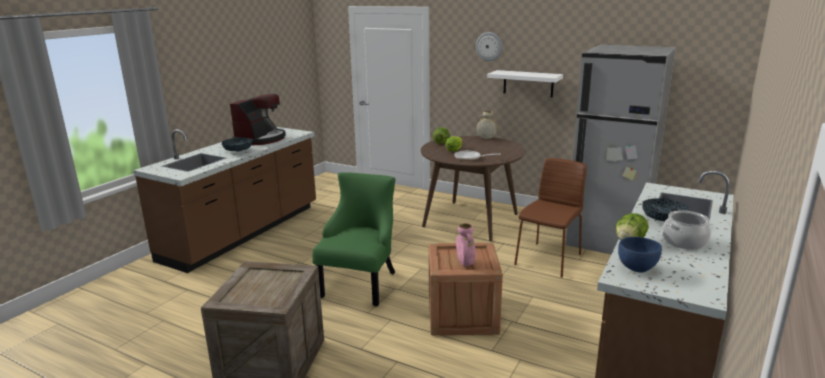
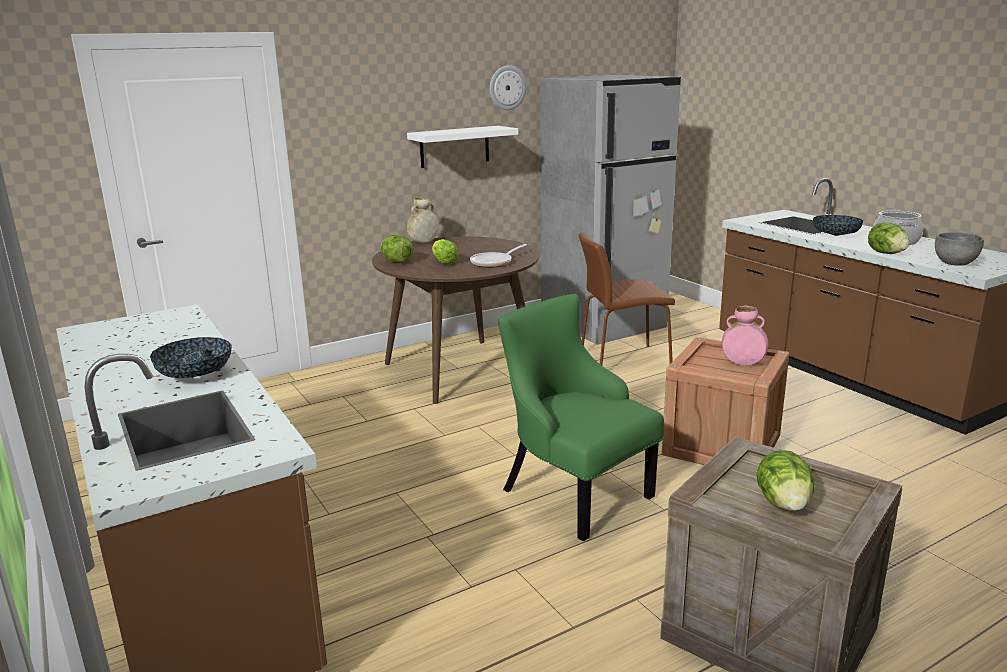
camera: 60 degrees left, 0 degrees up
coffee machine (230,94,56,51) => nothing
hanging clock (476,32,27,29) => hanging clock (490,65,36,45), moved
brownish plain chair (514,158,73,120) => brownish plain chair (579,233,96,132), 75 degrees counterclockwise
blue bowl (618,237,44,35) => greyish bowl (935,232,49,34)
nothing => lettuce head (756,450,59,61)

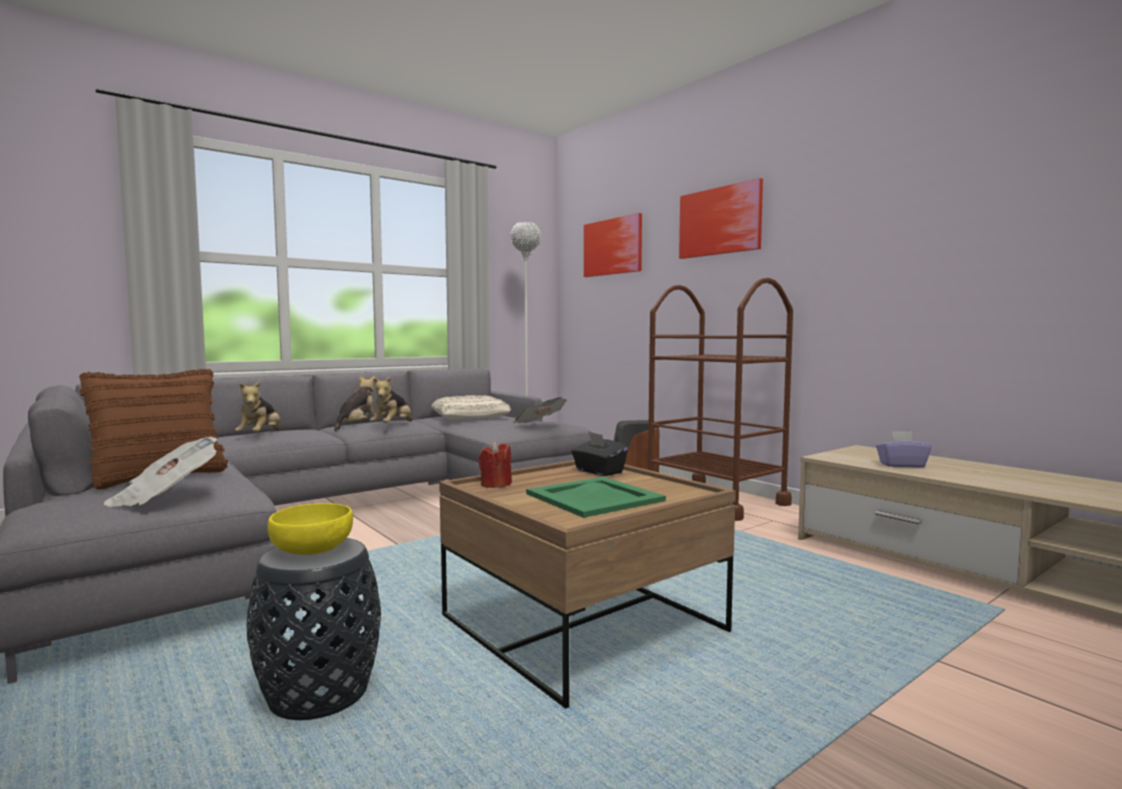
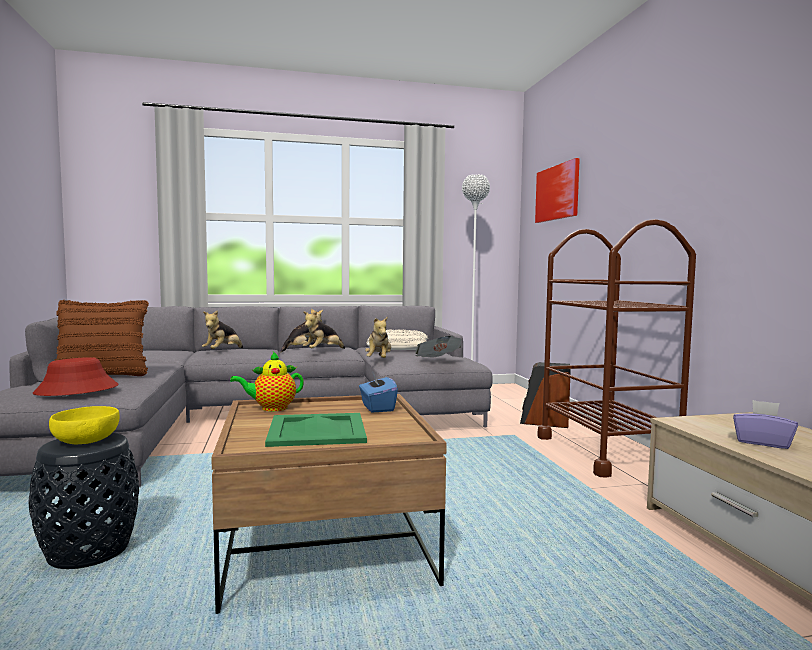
camera: 25 degrees right, 0 degrees up
daily paper (104,437,114,70) => reddish wearable hat (33,357,85,39)
reddish candle (478,441,34,47) => teapot (230,352,74,59)
black tissue holder (571,432,57,44) => blue tissue holder (359,371,39,42)
wall art (679,178,84,81) => nothing
nothing => cuddly toy (365,316,26,42)

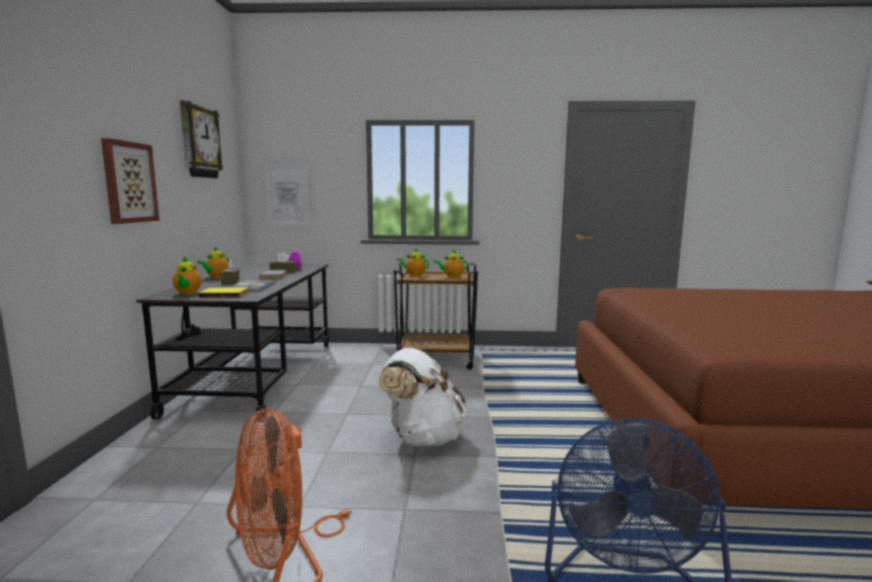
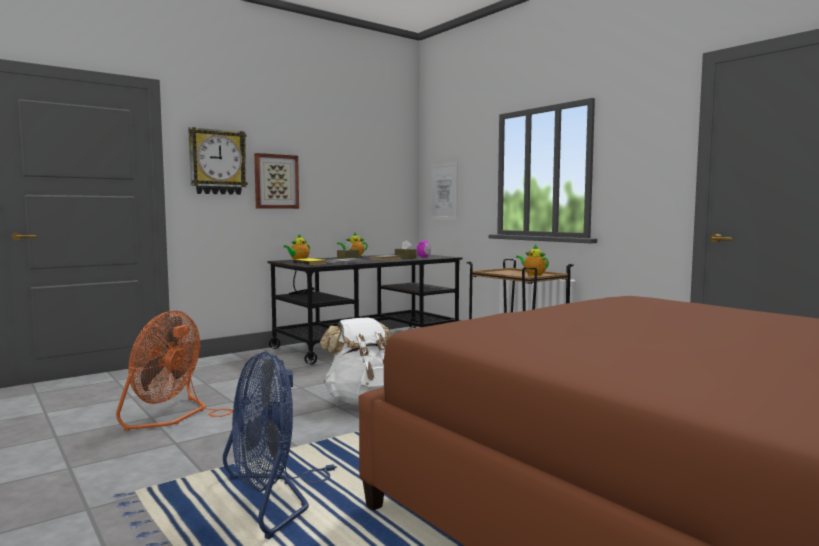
camera: 50 degrees right, 5 degrees down
hanging clock (180,100,43,78) => hanging clock (188,127,60,68), moved
teapot (397,248,32,28) => nothing

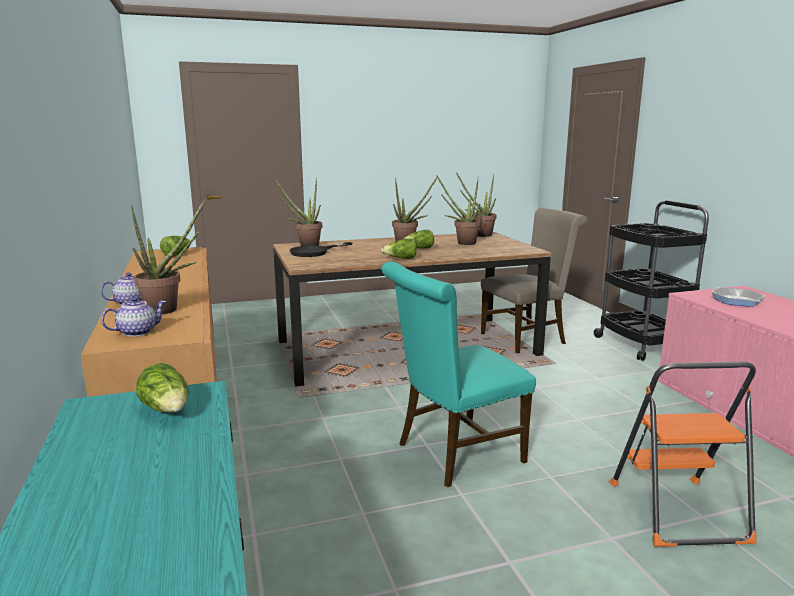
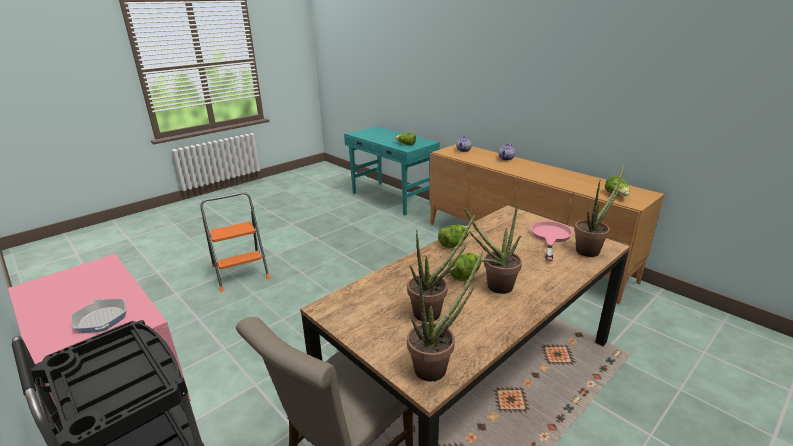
camera: 155 degrees right, 10 degrees up
potted plant (131,199,75,116) => nothing
black skillet (290,242,62,15) => pinkish skillet (531,221,42,41)
turquoise plain chair (381,262,155,226) => nothing

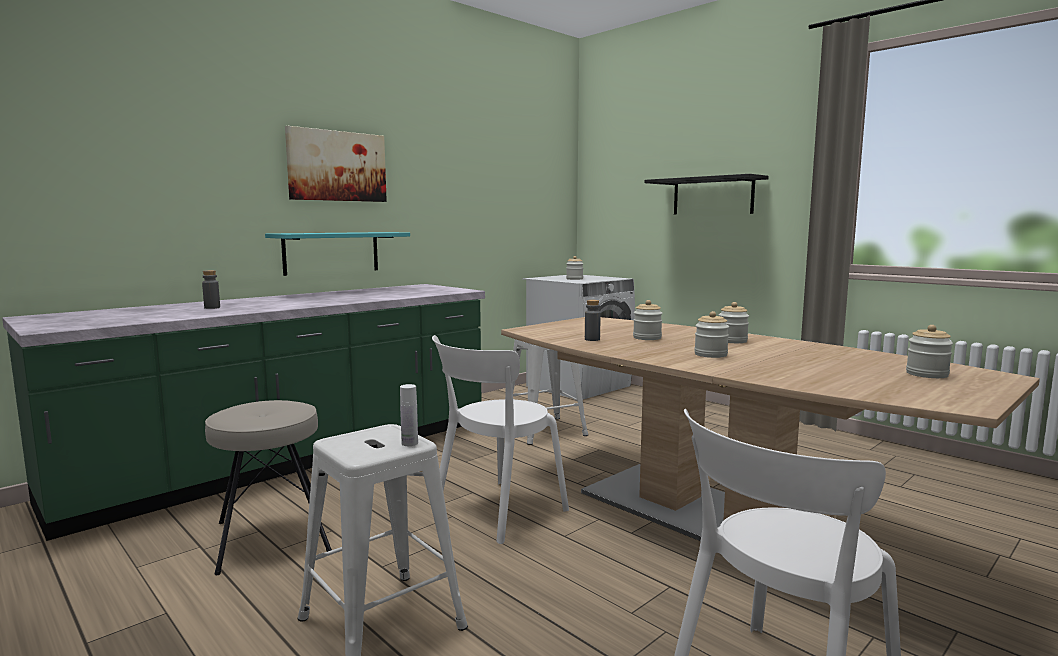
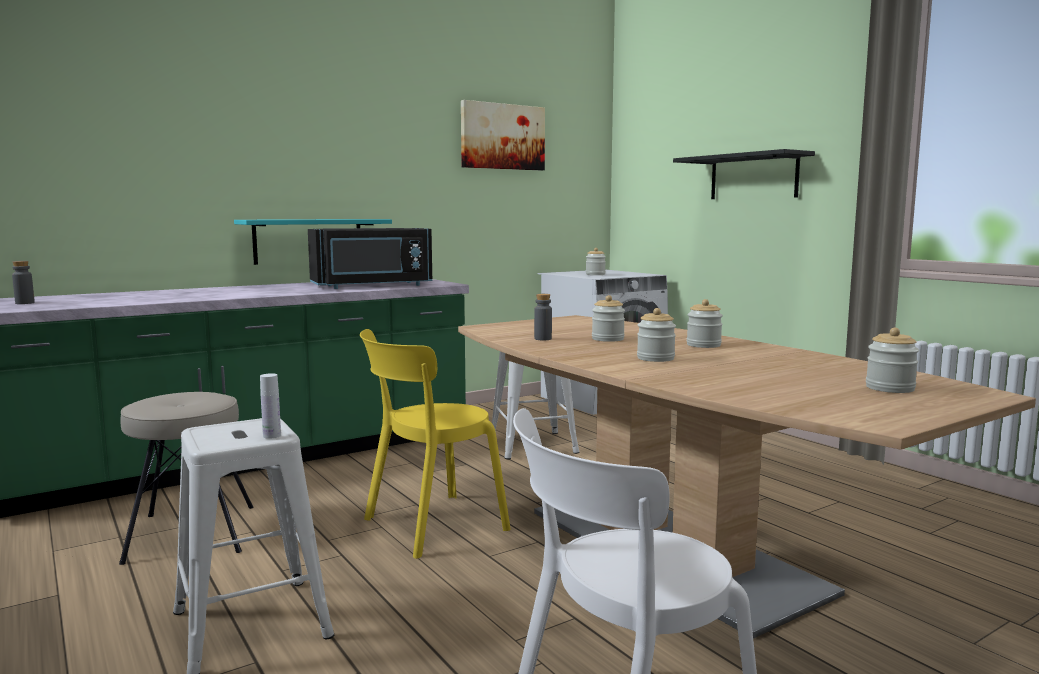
camera: 10 degrees right, 0 degrees up
greyish beverage bottle (202,270,18,39) => greyish beverage bottle (12,261,23,43), moved
wall art (285,126,102,76) => wall art (461,100,84,71), moved
whitish plain chair (432,335,137,209) => yellow plain chair (360,329,151,230)
nothing => black microwave oven (308,228,125,61)

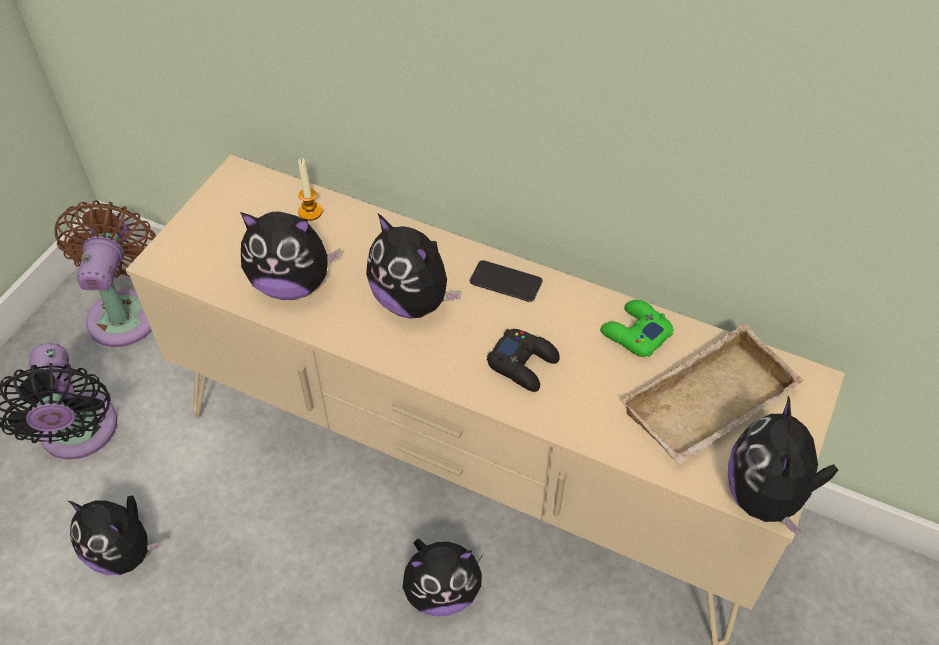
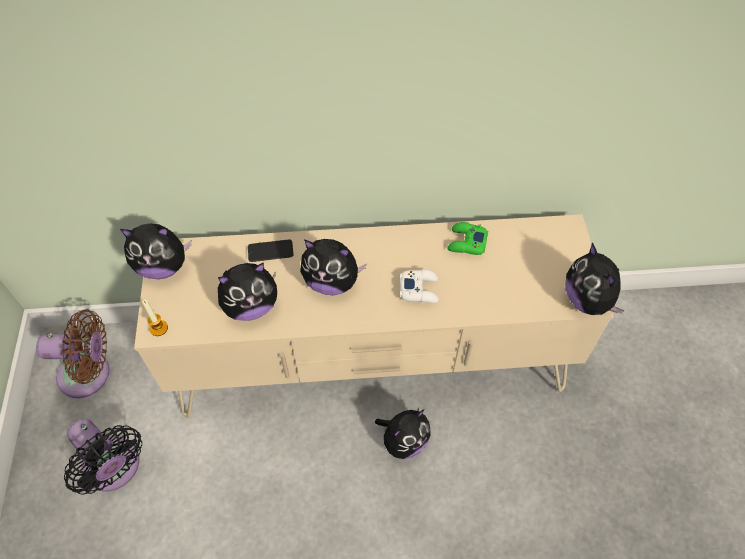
camera: 30 degrees left, 5 degrees up
brownish electric fan (54,200,102,147) => brownish electric fan (36,310,74,88), 120 degrees clockwise
cuddly toy (68,495,95,80) => cuddly toy (120,223,72,56), moved
candle (298,158,25,63) => candle (142,300,26,36), moved
handset (470,260,73,42) => handset (248,239,46,23), moved
black game controller (487,329,73,63) => whitish game controller (400,269,39,34)
beige-coloured tray (621,324,183,140) => nothing

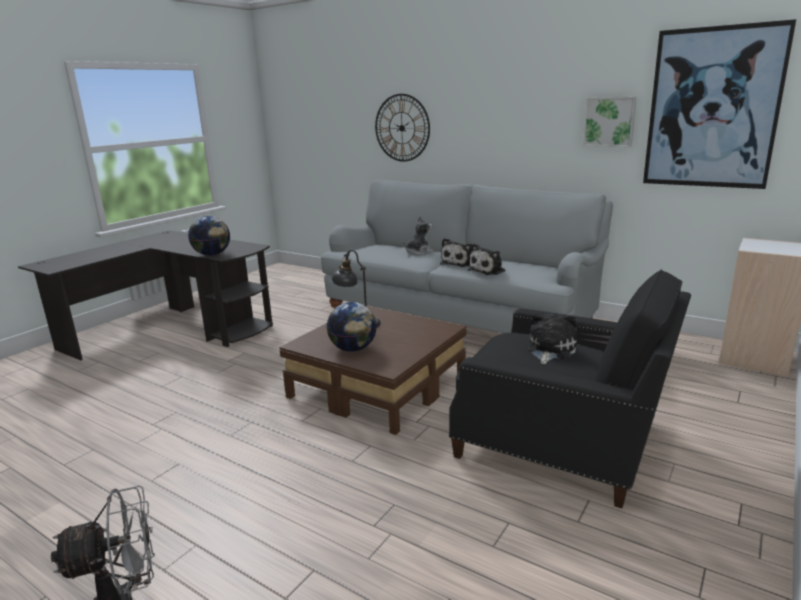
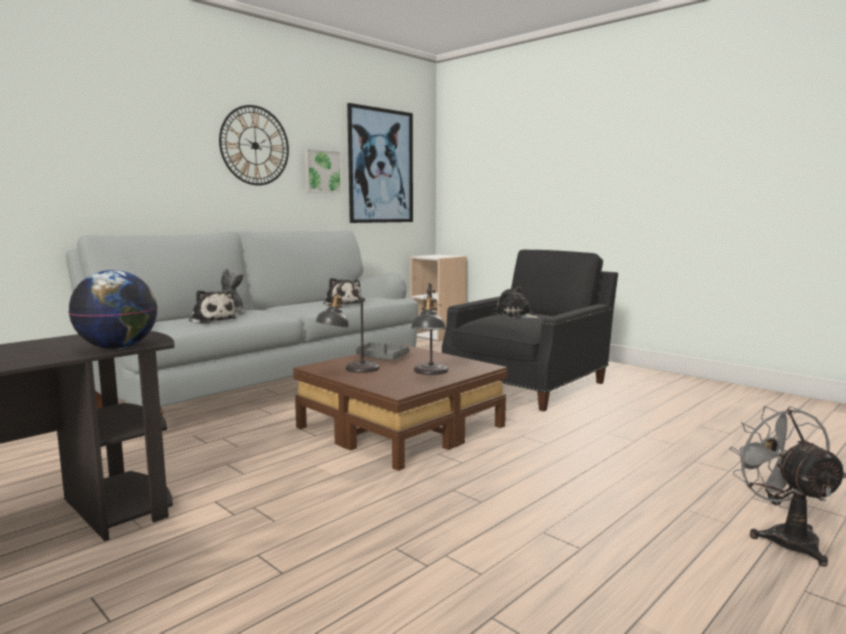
camera: 80 degrees left, 10 degrees down
world globe (327,302,50,50) => greyish lamp for a table (411,282,37,93)
hanging clock (375,94,55,68) => hanging clock (219,105,70,80), moved
cuddly toy (440,238,32,29) => cuddly toy (189,290,48,34), moved
nothing => greyish tray (356,342,54,18)

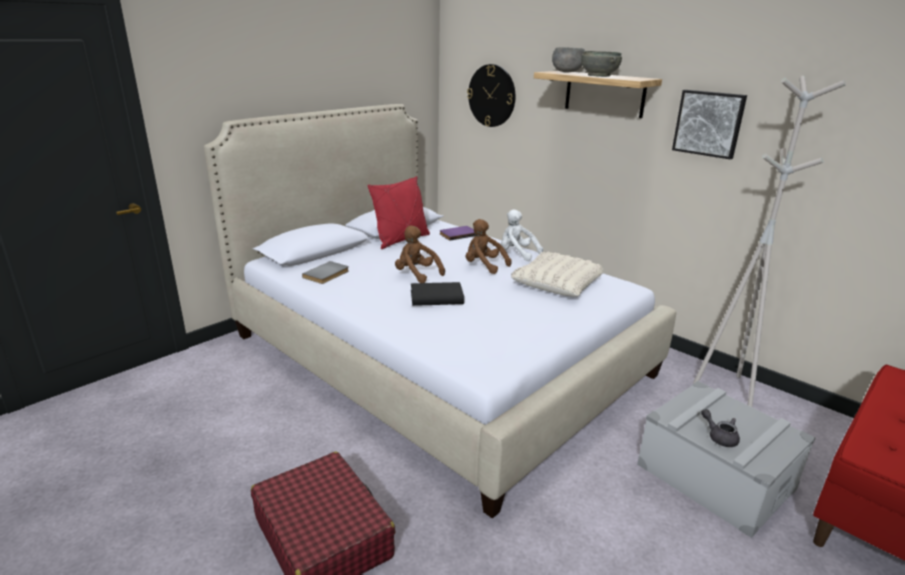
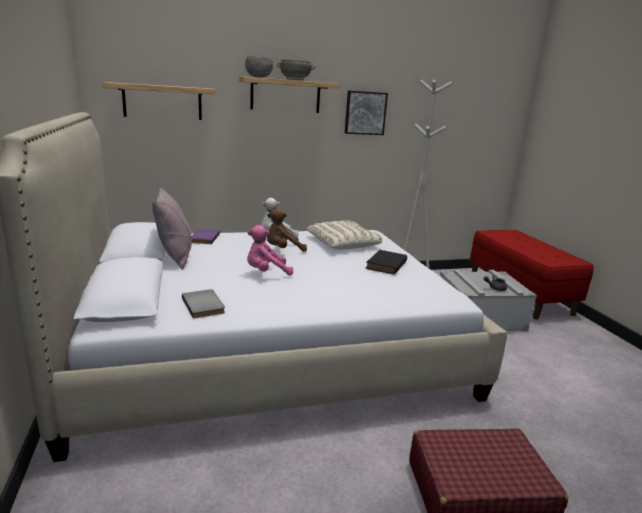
camera: 60 degrees left, 5 degrees down
reddish cushion (368,176,62,73) => purplish cushion (152,187,40,82)
brownish cuddly toy (395,225,50,58) => pinkish cuddly toy (247,225,46,51)
black bound book (411,282,53,24) => black bound book (366,250,41,25), moved
hanging clock (467,64,48,63) => bracket shelf (102,82,113,38)

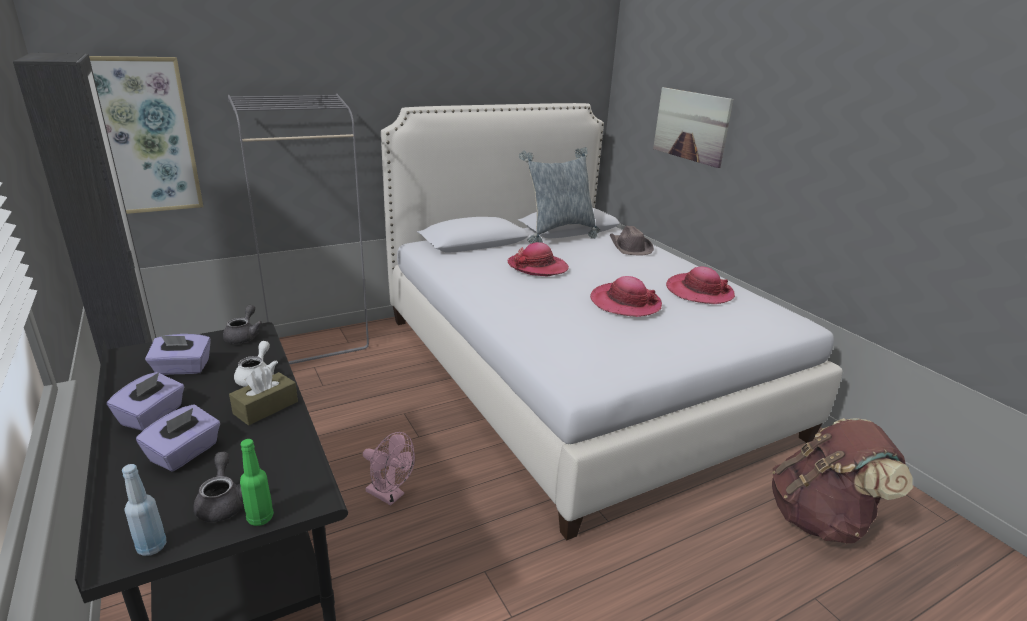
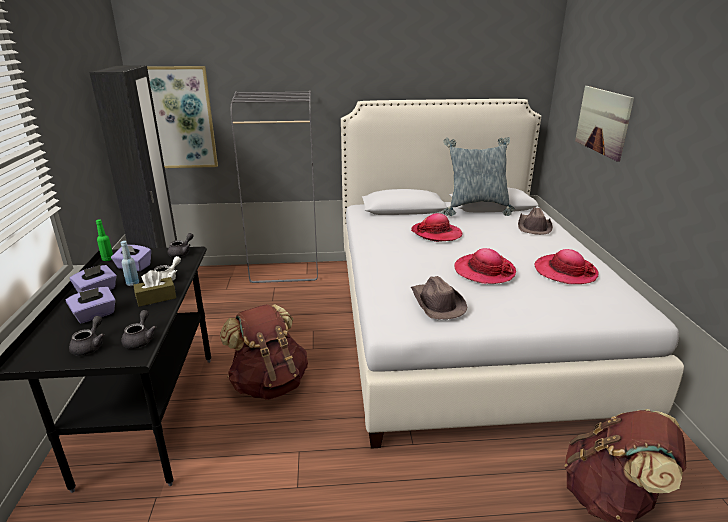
camera: 25 degrees right, 0 degrees up
blue beverage bottle (122,464,44,92) => blue beverage bottle (121,241,18,45), moved
green-coloured beverage bottle (240,439,34,87) => green-coloured beverage bottle (96,219,17,42), moved
pinkish electric fan (363,432,52,73) => brownish rucksack (220,304,88,96)
nothing => greyish teapot (121,310,36,39)
nothing => brownish wearable hat (411,276,57,43)

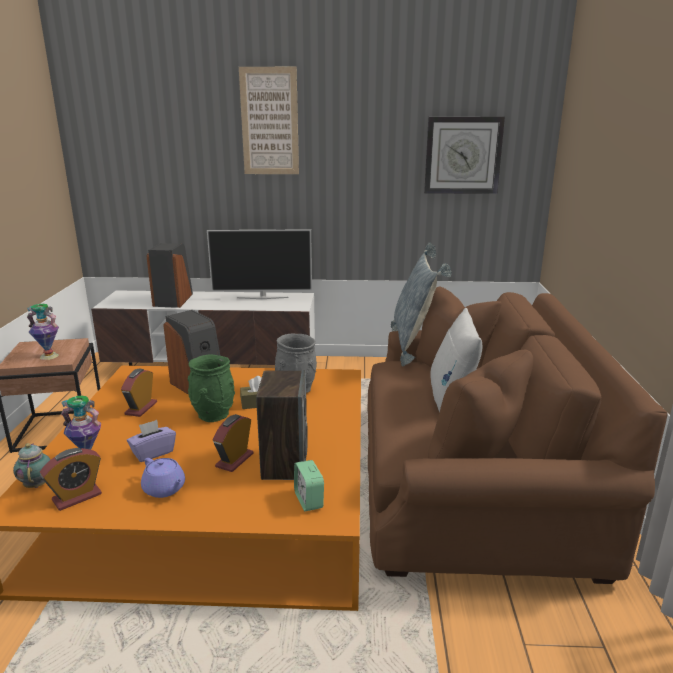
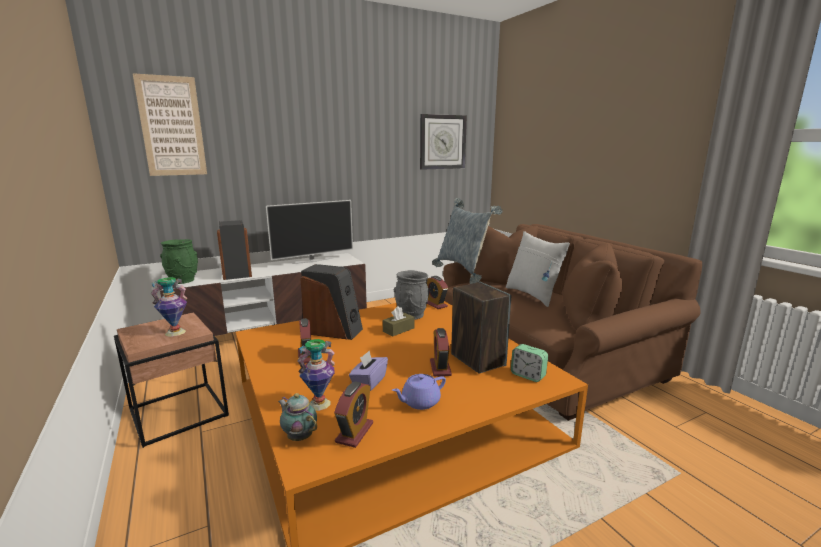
camera: 30 degrees left, 5 degrees down
purplish teapot (141,458,44,40) => purplish teapot (392,374,54,36), 135 degrees clockwise
green-coloured decorative vase (187,355,48,67) => green-coloured decorative vase (160,239,38,45), moved
wall art (239,67,60,107) => wall art (133,73,74,103), moved
nothing => alarm clock (427,276,21,33)

